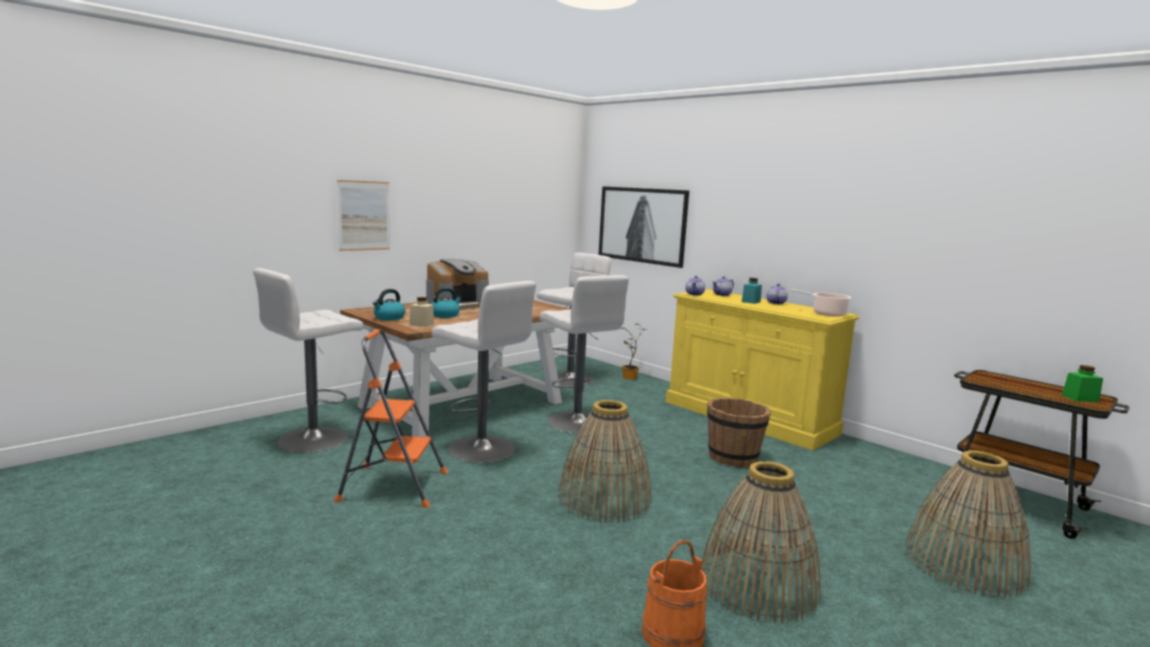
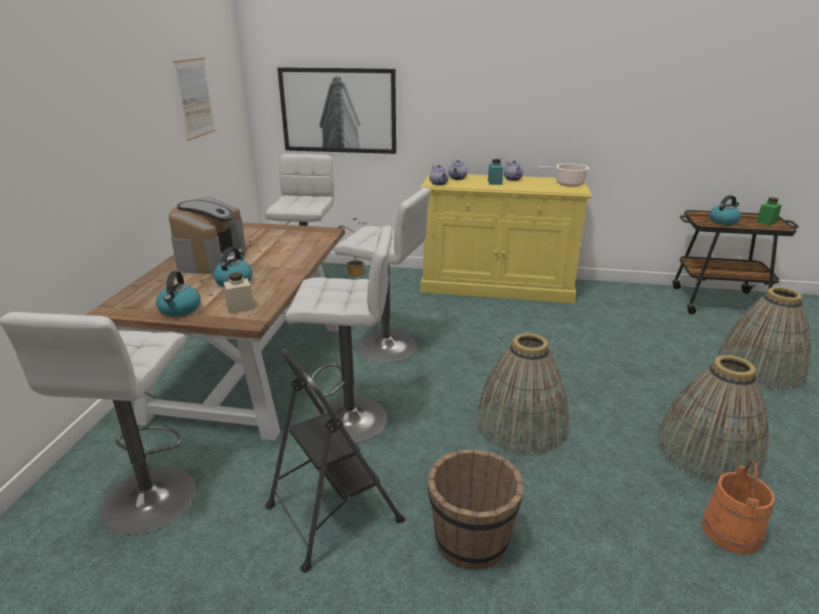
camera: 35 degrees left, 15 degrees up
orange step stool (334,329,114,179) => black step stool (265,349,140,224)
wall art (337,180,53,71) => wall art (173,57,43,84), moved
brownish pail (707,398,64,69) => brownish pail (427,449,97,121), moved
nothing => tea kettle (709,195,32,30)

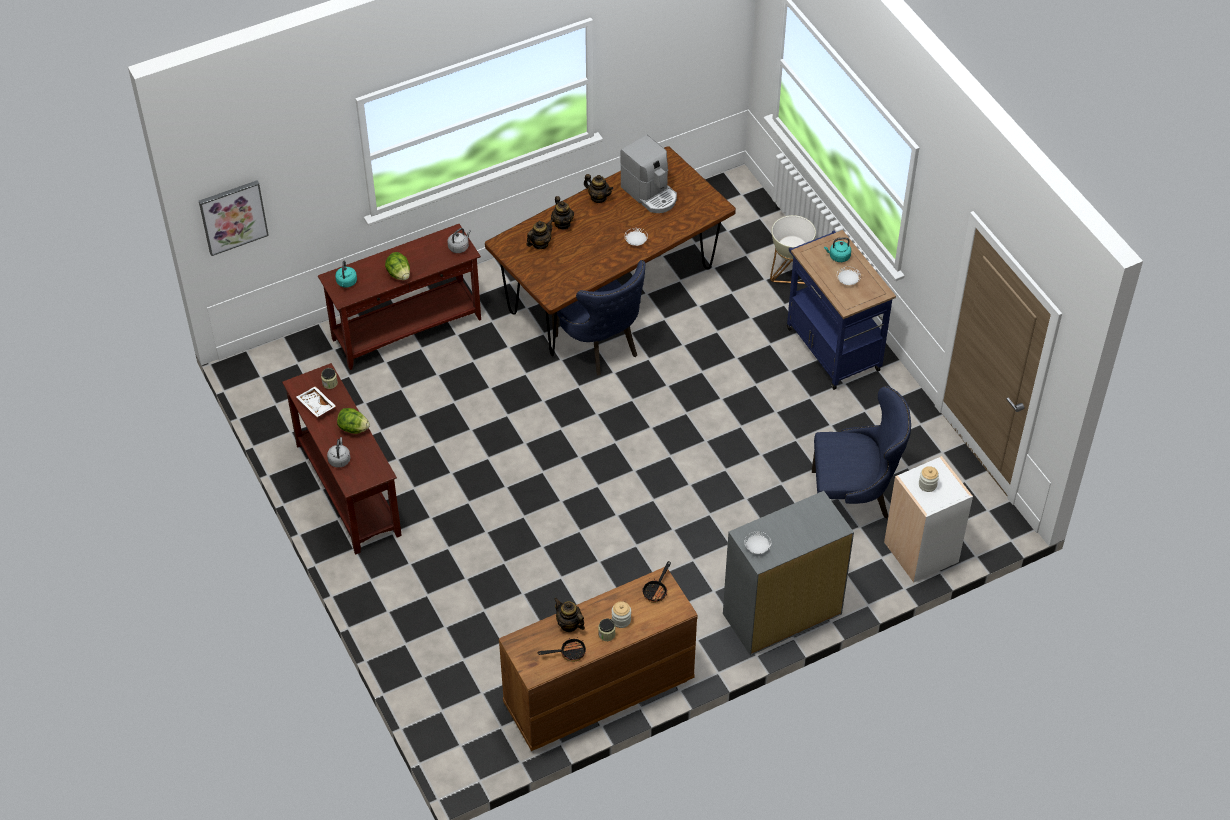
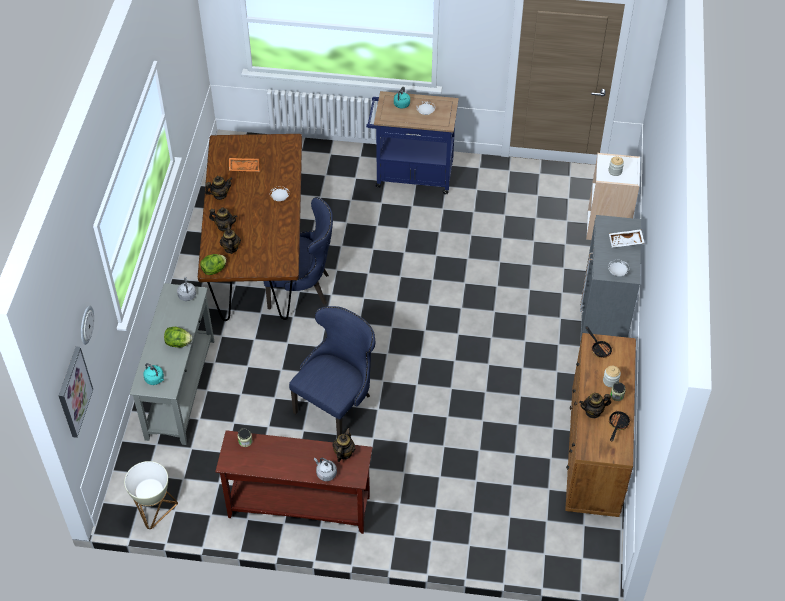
camera: 55 degrees left, 0 degrees up
whitish tray (296,386,40,31) => whitish tray (609,229,35,18), moved
brownish console table (318,224,163,146) => greyish console table (130,283,84,162)
lettuce head (337,408,33,26) => lettuce head (200,254,26,21), moved
coffee machine (620,135,57,78) => orange tray (229,158,30,14)
planter (770,215,46,69) => planter (124,461,54,68), moved
blue plain chair (812,386,99,132) => blue plain chair (289,306,86,132), moved
nothing => hanging clock (81,306,13,39)
nothing => teapot (332,428,23,34)

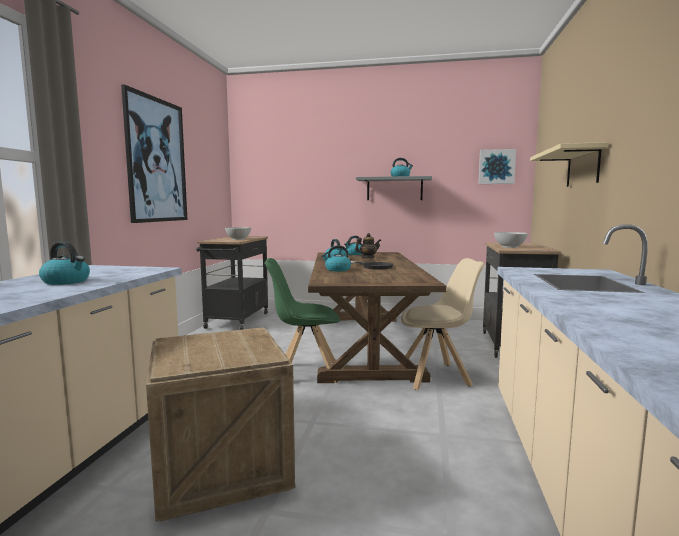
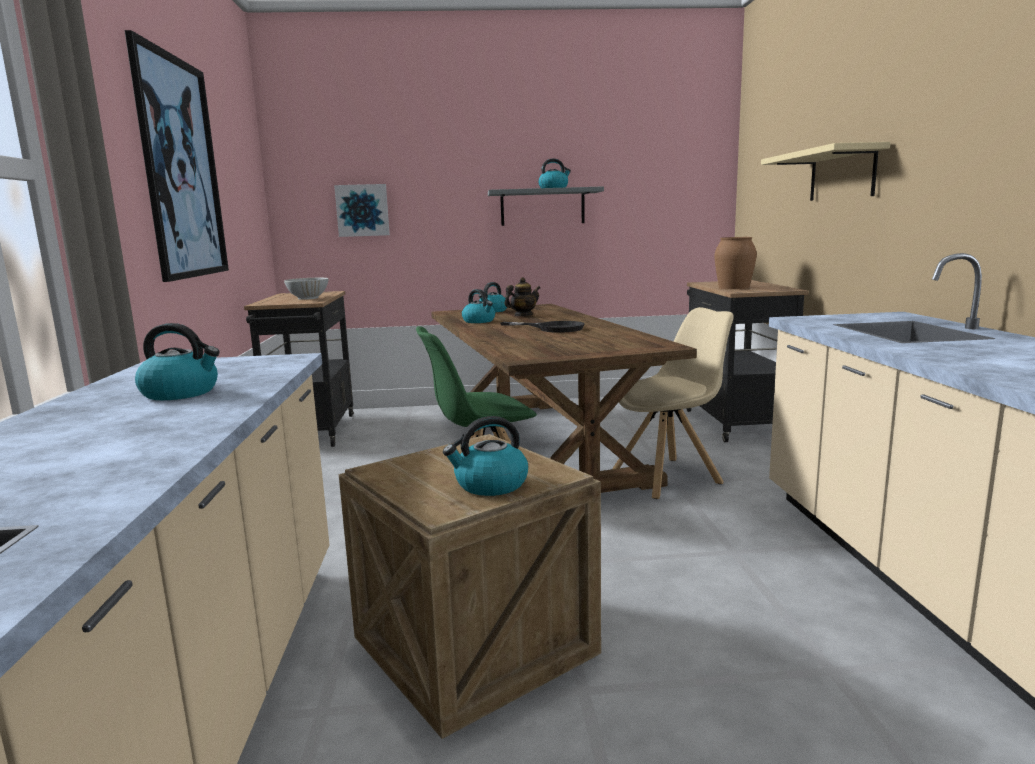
camera: 15 degrees left, 5 degrees up
tea kettle (322,245,29,27) => tea kettle (443,416,85,80), moved
wall art (478,149,38,35) => wall art (334,184,56,53), moved
whitish bowl (494,232,34,16) => brownish decorative vase (714,237,43,52)

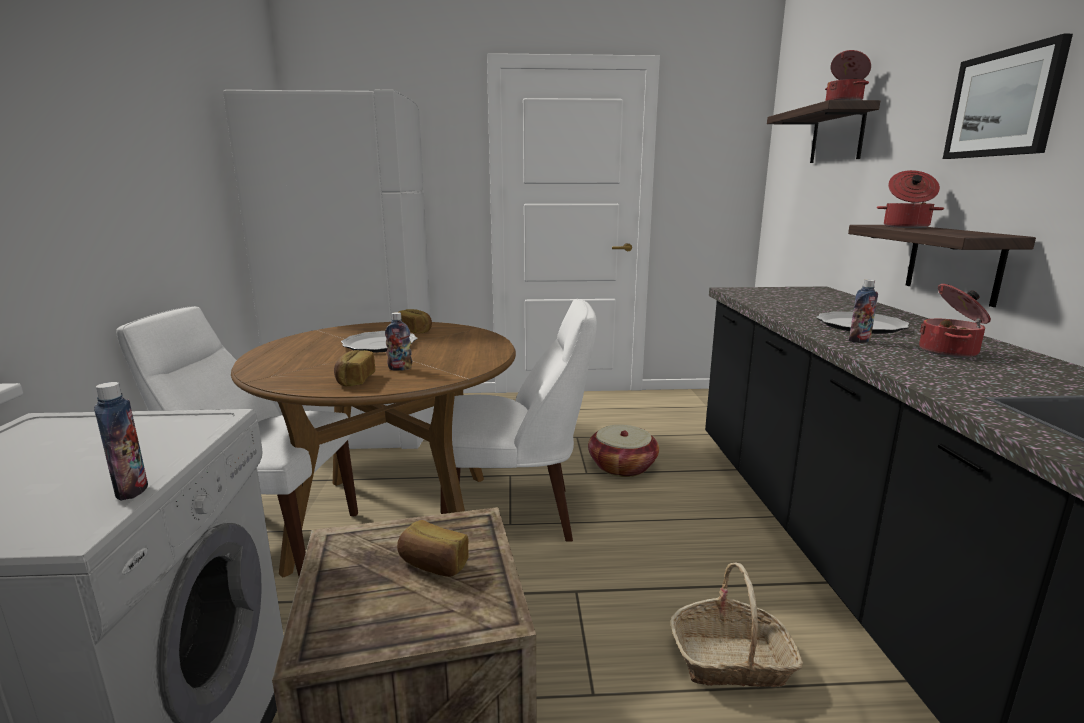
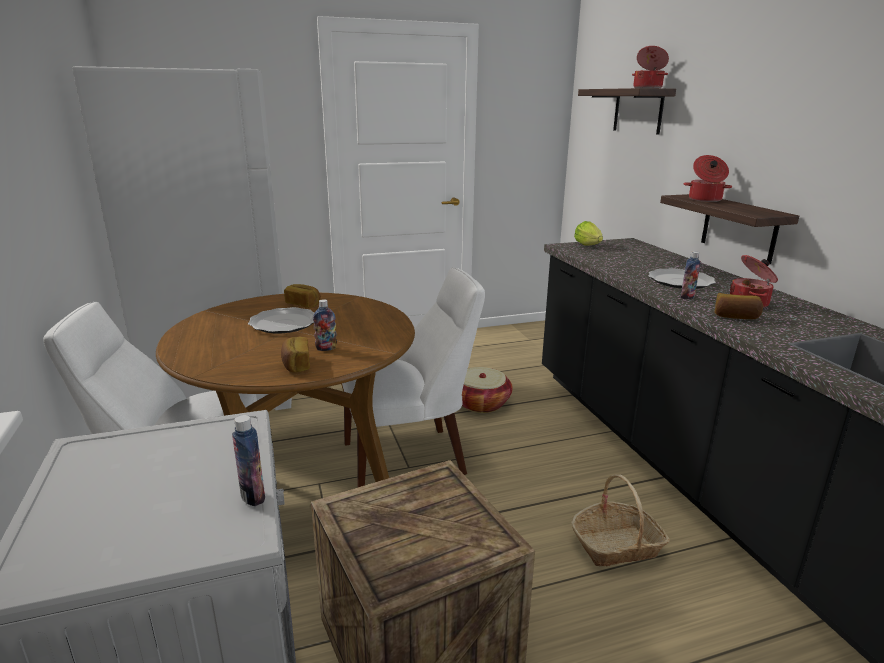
camera: 15 degrees left, 5 degrees up
bread (397,520,72,57) => bread (715,293,48,26), moved
wall art (943,34,130,125) => nothing
nothing => lettuce head (574,221,29,25)

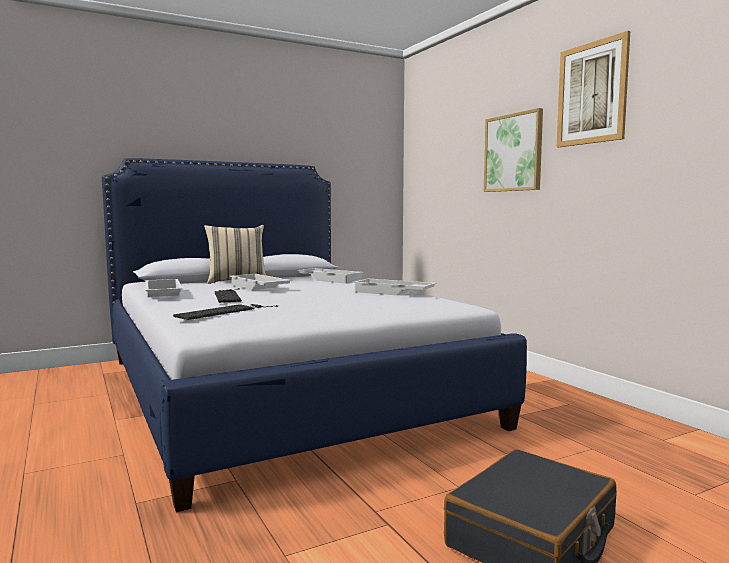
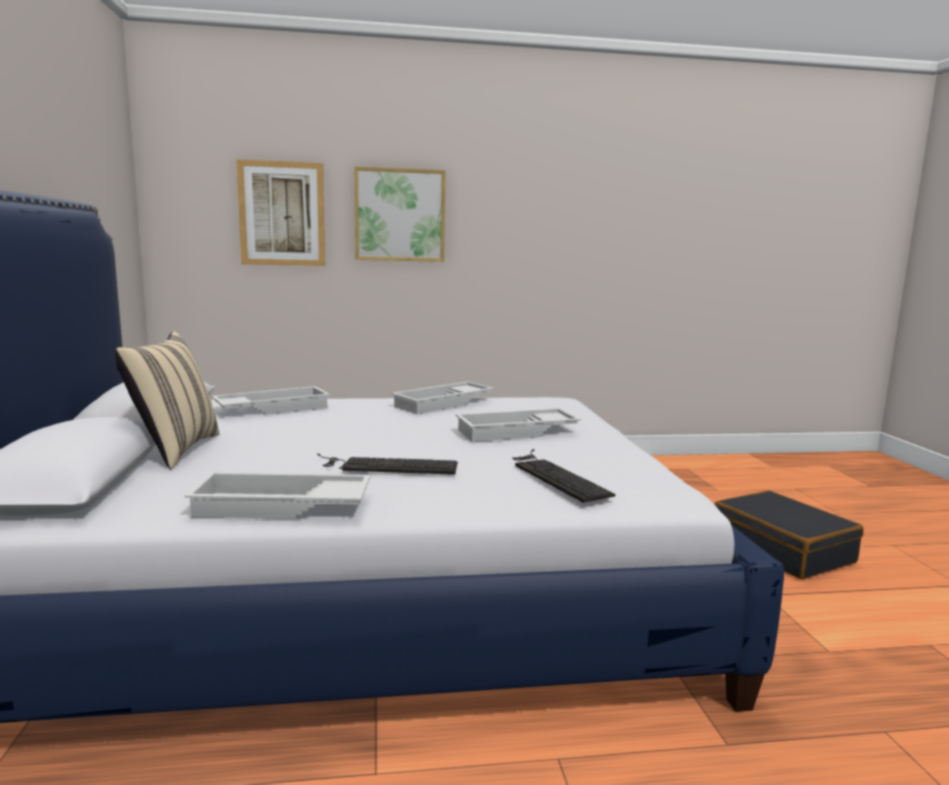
camera: 70 degrees left, 5 degrees up
whitish tray (230,274,62,16) => whitish tray (456,408,125,34), moved
wall art (557,31,73,116) => wall art (236,159,89,107), moved

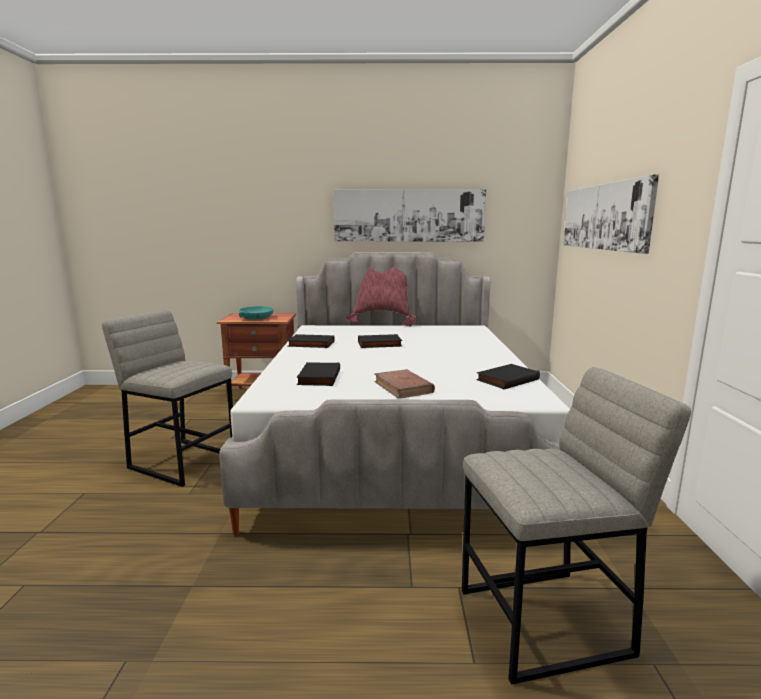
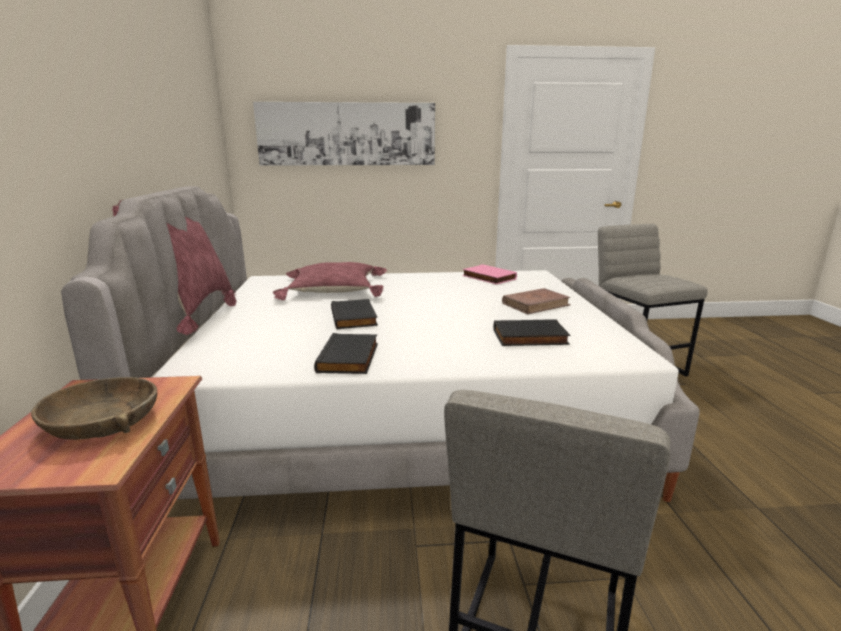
camera: 95 degrees left, 5 degrees up
turquoise bowl (239,306,35,14) => brownish bowl (31,377,126,63)
wall art (333,189,153,53) => nothing
black bound book (476,364,64,25) => pinkish bound book (462,264,55,21)
nothing => reddish cushion (273,262,114,38)

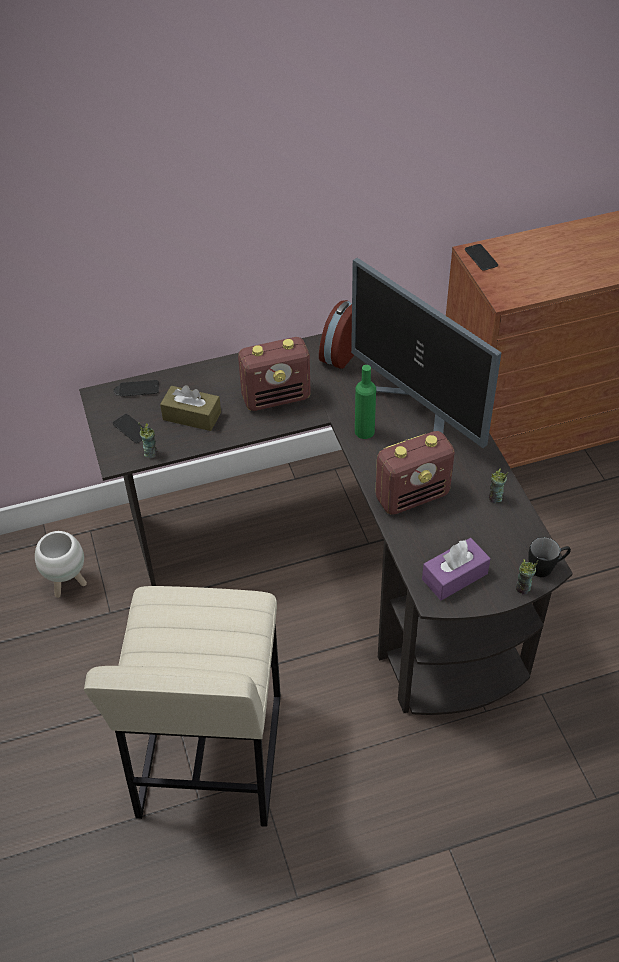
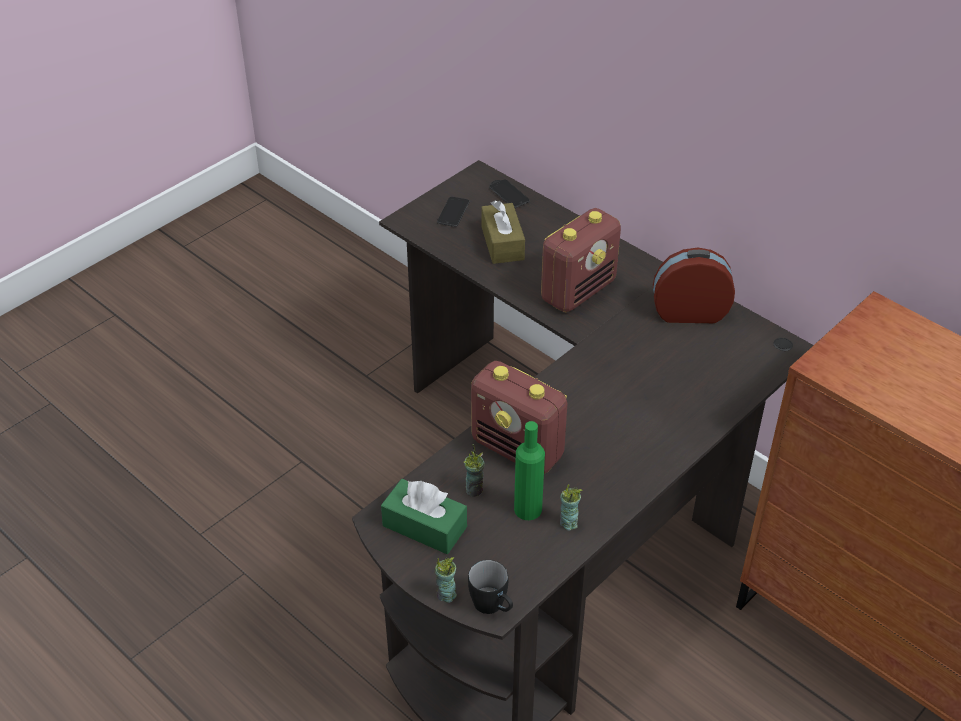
camera: 60 degrees right, 5 degrees down
whitish planter (35,531,52,67) => nothing
beige-coloured plain chair (84,586,197,241) => nothing
drinking cup (138,423,19,36) => drinking cup (464,444,21,53), moved
radio (238,337,73,74) => radio (541,208,80,104), 90 degrees counterclockwise
computer display (351,258,150,190) => nothing
green-coloured beverage bottle (355,365,21,74) => green-coloured beverage bottle (514,421,31,99), moved
purplish tissue holder (422,538,69,62) => green-coloured tissue holder (381,479,86,75)
handset (465,244,33,27) => nothing

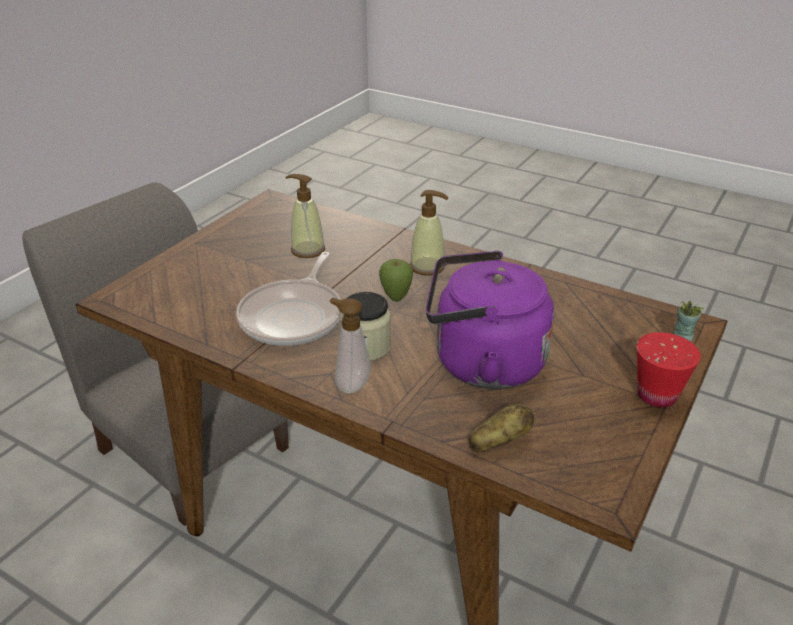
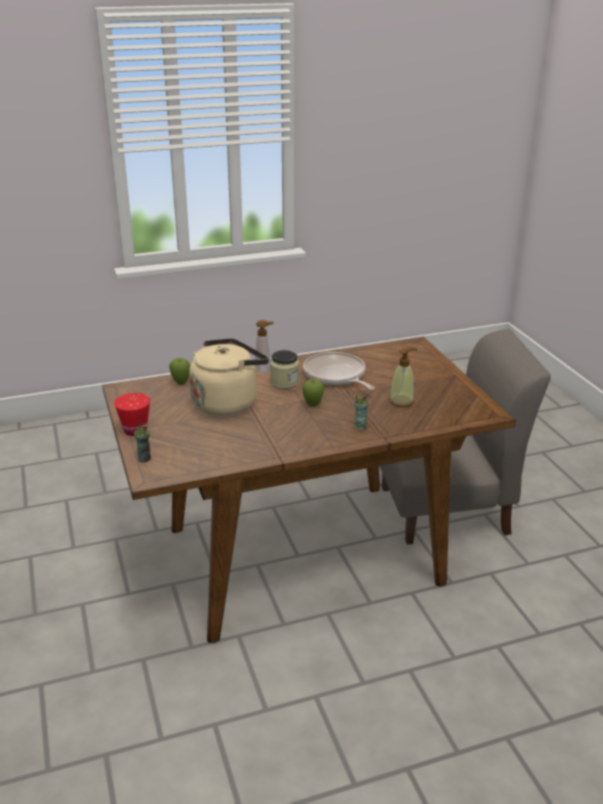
camera: 130 degrees right, 5 degrees down
soap dispenser (410,190,39,86) => nothing
purplish tea kettle (426,251,128,138) => beige-coloured tea kettle (189,338,80,78)
potato (469,404,65,48) => apple fruit (169,358,21,27)
nothing => drinking cup (354,395,14,36)

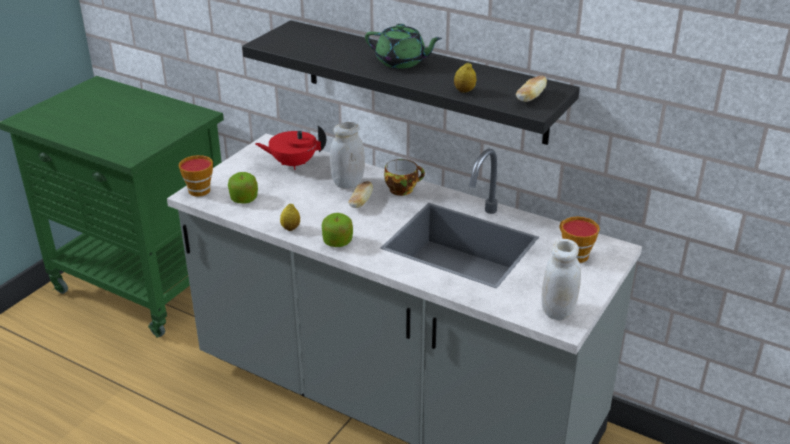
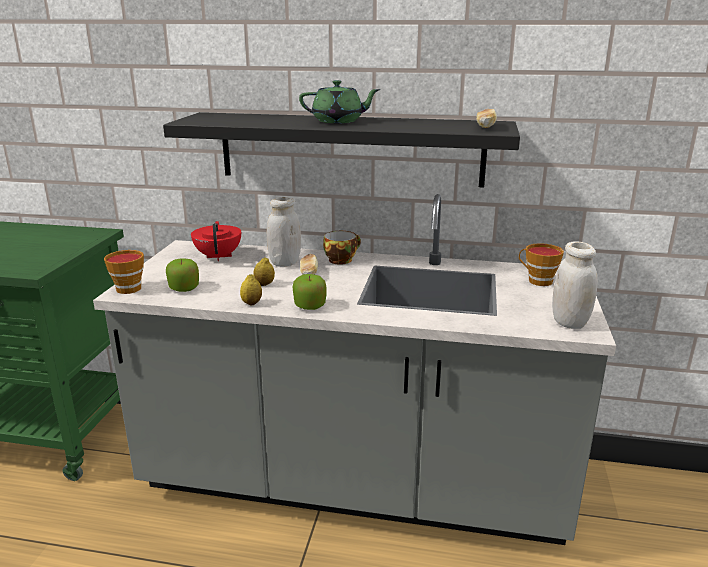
camera: 20 degrees left, 10 degrees down
reddish teapot (255,126,71,44) => reddish teapot (191,221,50,40), 105 degrees clockwise
whole lemon (454,62,22,31) => whole lemon (253,257,22,29), moved

